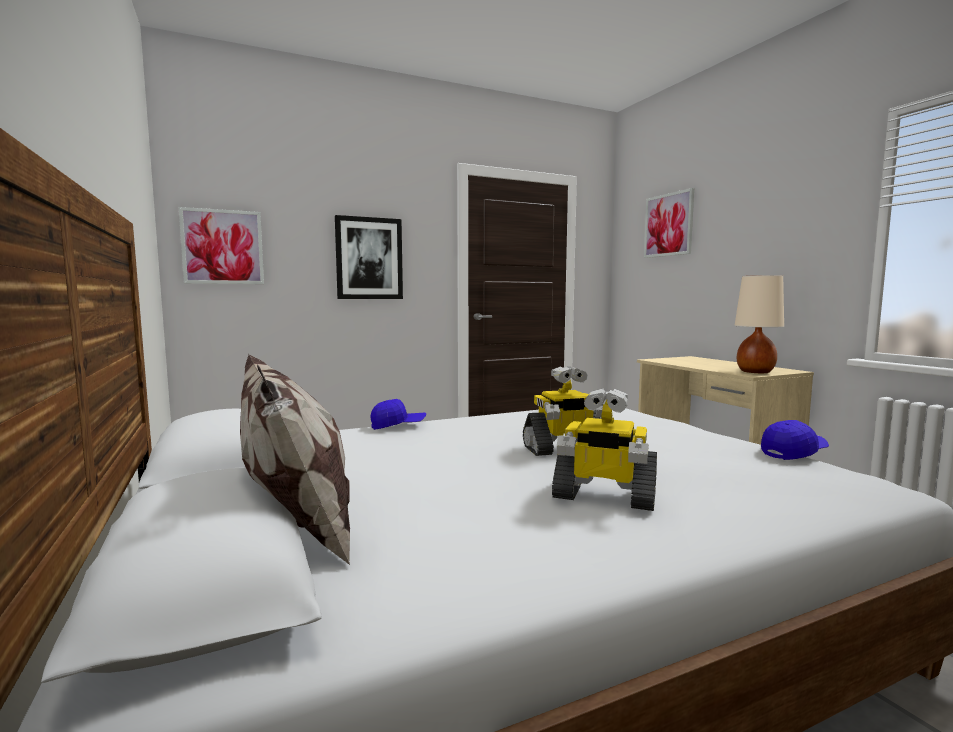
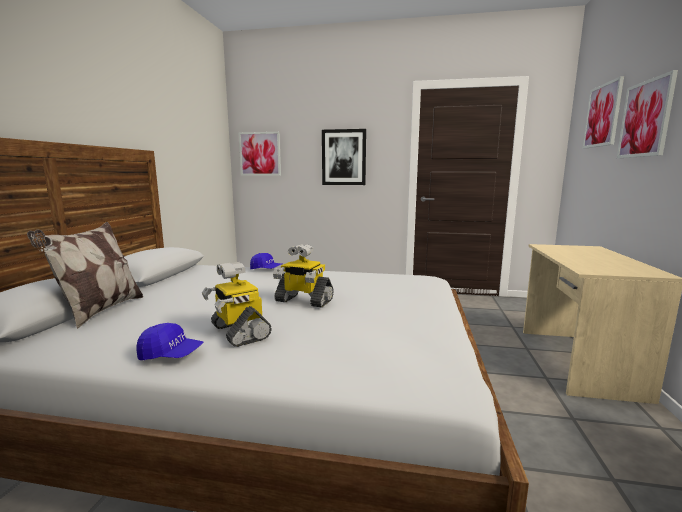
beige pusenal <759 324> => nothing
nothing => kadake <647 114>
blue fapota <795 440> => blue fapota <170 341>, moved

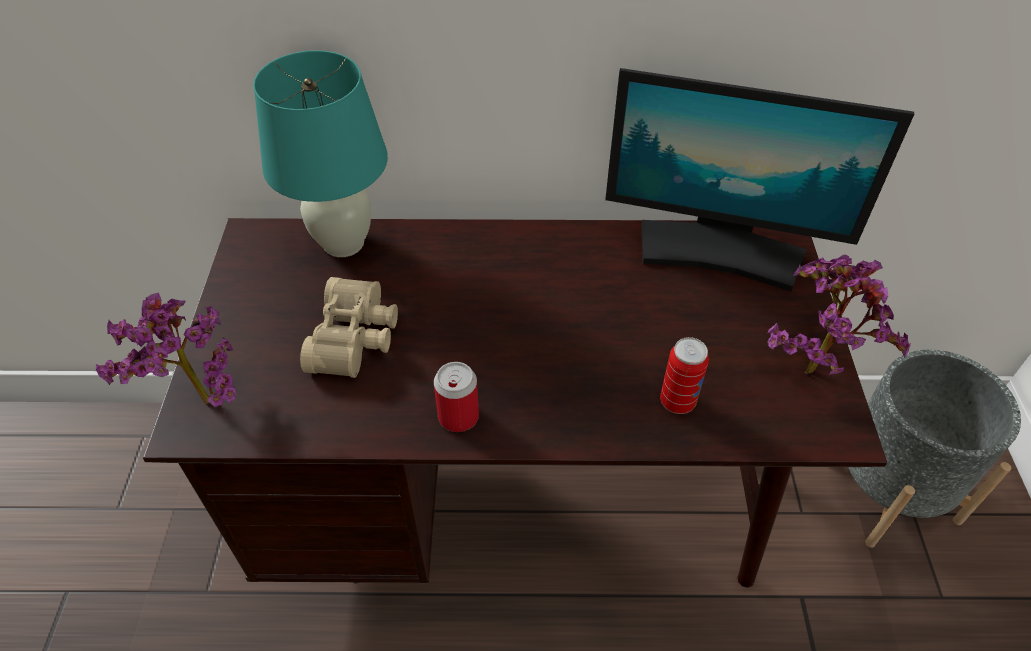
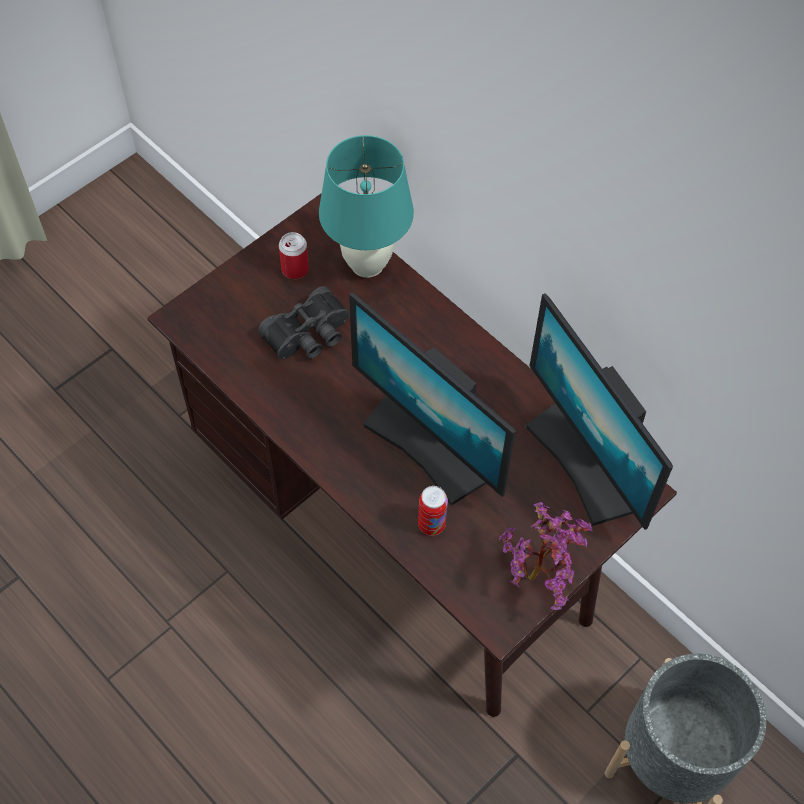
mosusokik <166 350> => nothing
nothing => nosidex <432 399>
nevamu <456 397> => nevamu <294 255>, moved
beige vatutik <349 327> => black vatutik <303 323>

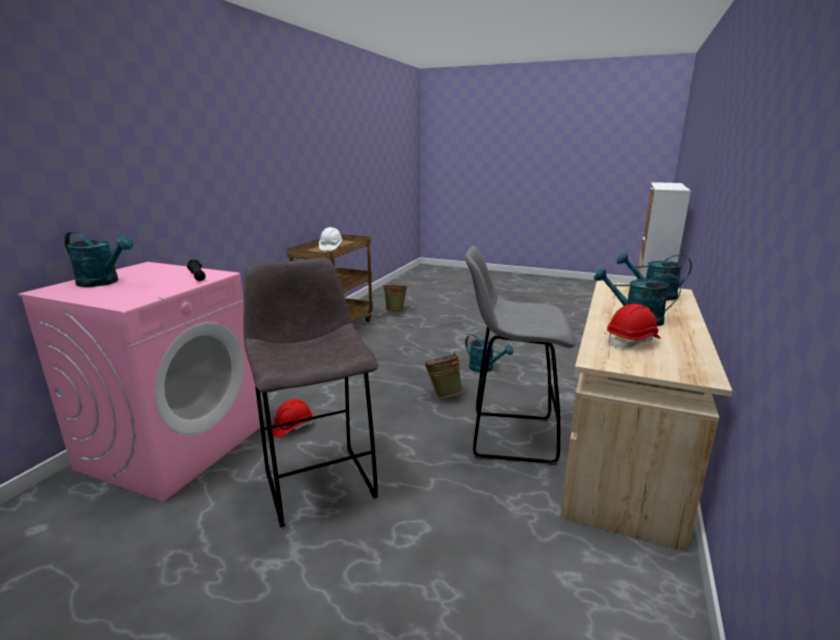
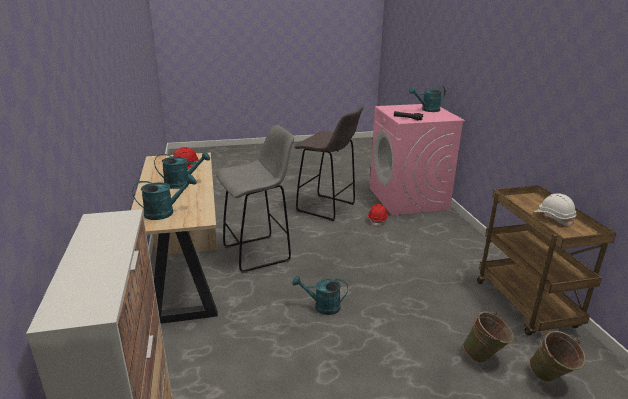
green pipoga <443 375> => green pipoga <488 337>, moved

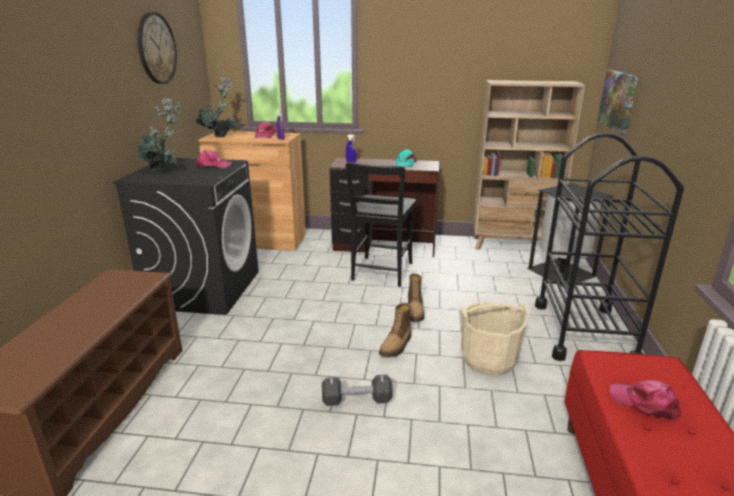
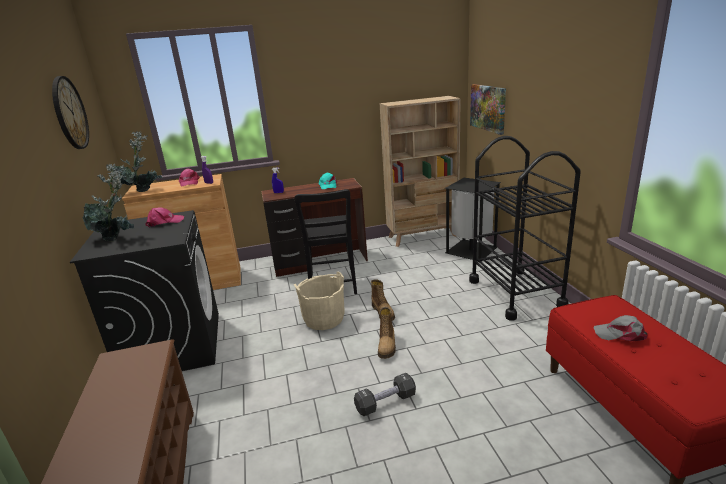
beige pipoga <494 339> => beige pipoga <319 301>, moved
pink fapota <645 399> => grey fapota <620 328>

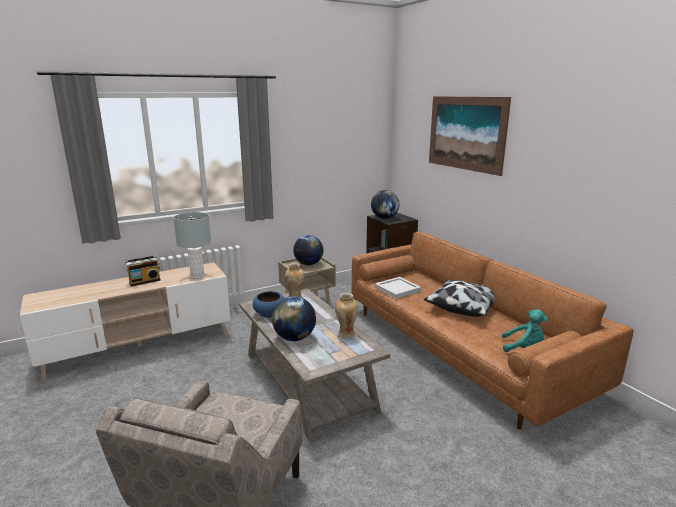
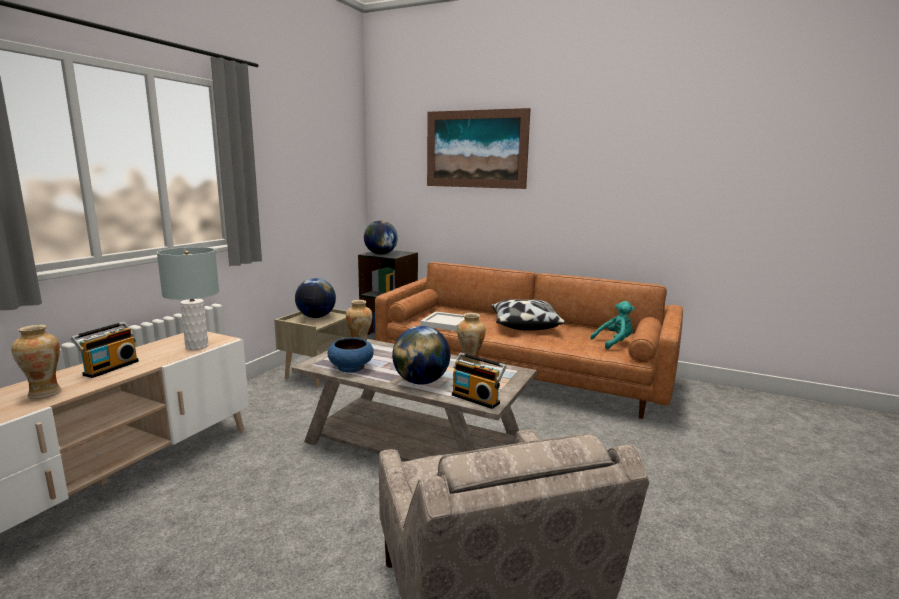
nothing => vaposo <36 362>
nothing => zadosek <479 381>

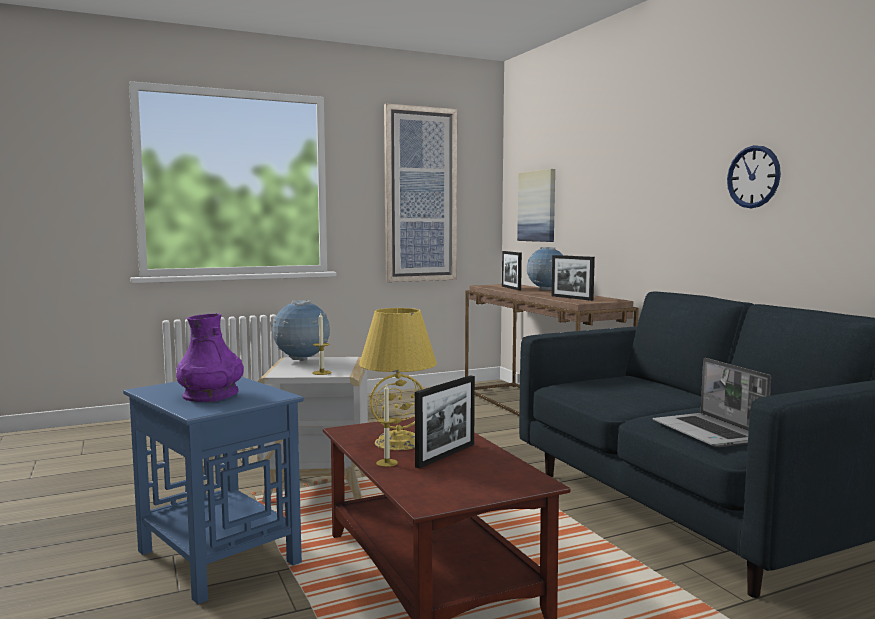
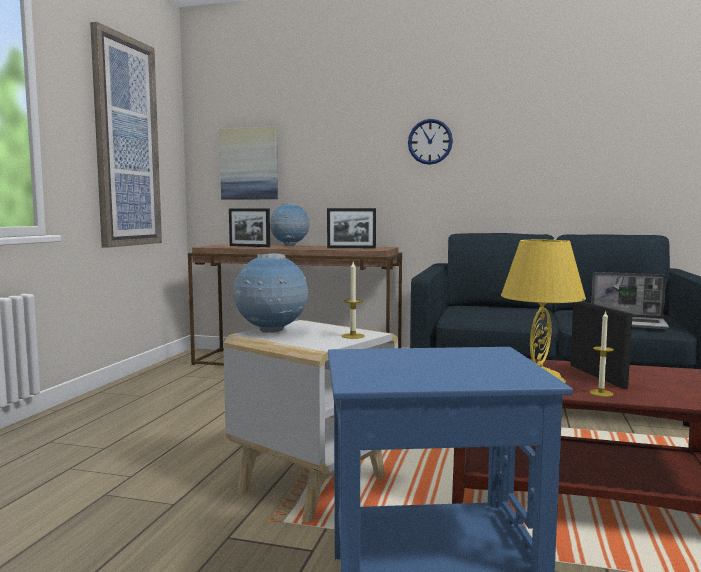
purple vaposo <210 357> => nothing
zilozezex <754 176> => zilozezex <430 142>, moved

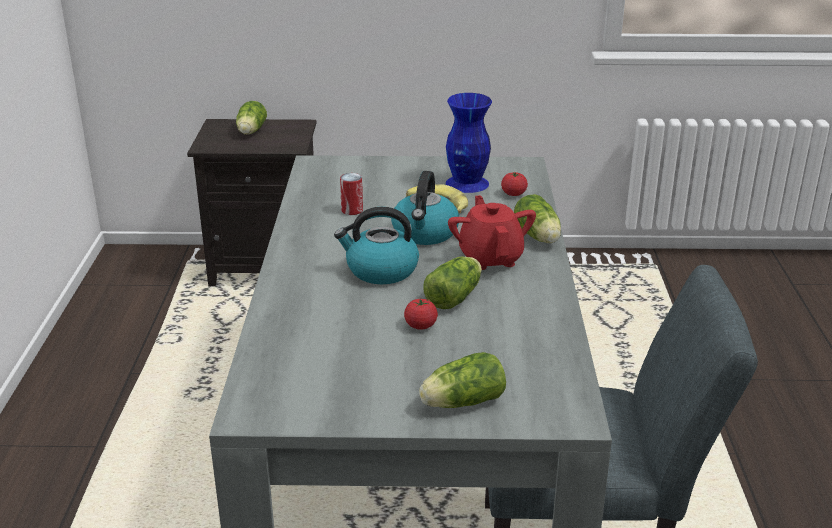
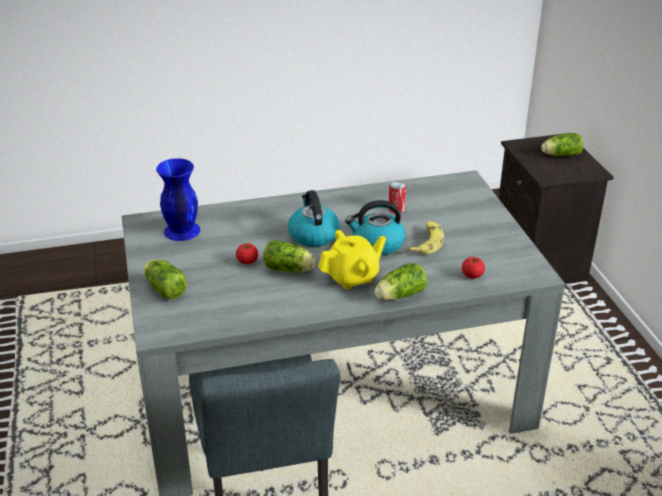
blue vaposo <469 143> => blue vaposo <178 199>, moved
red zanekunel <492 232> => yellow zanekunel <352 260>

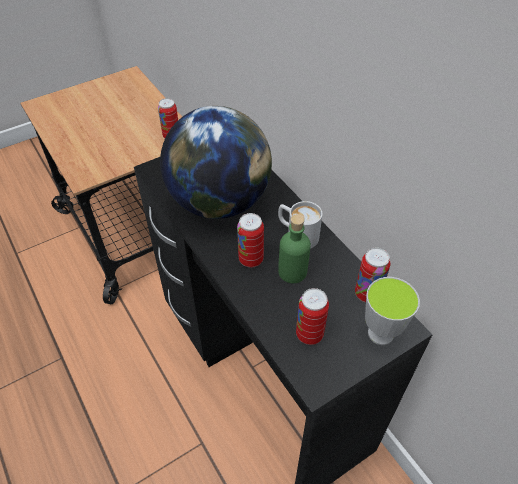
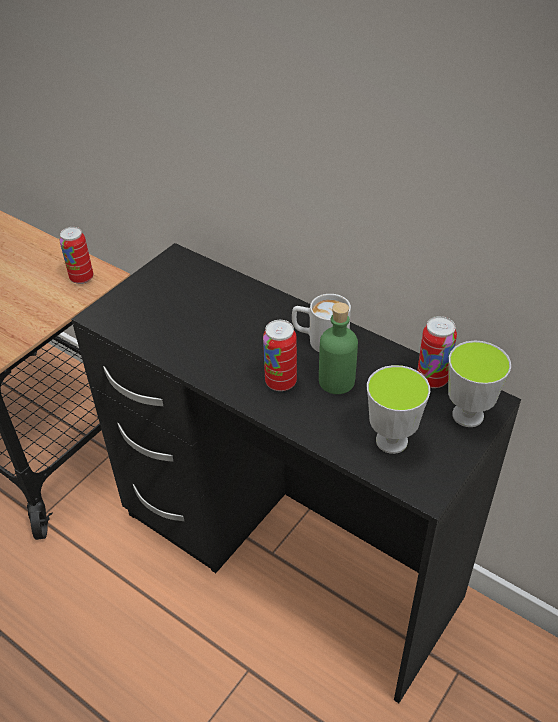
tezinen <216 162> => nothing
nevamu <312 316> => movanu <398 409>

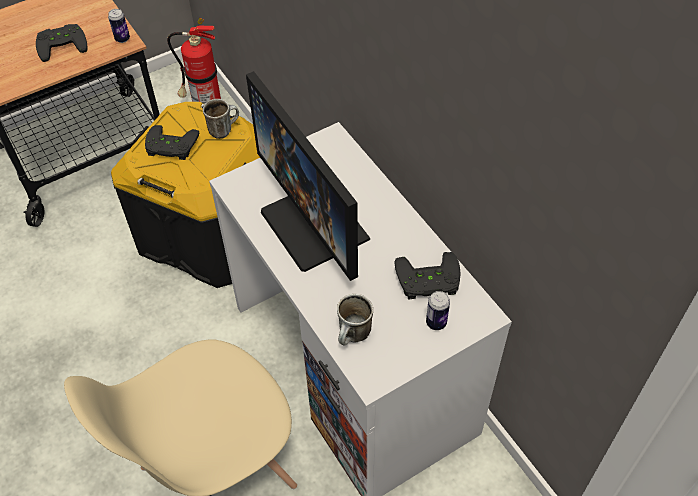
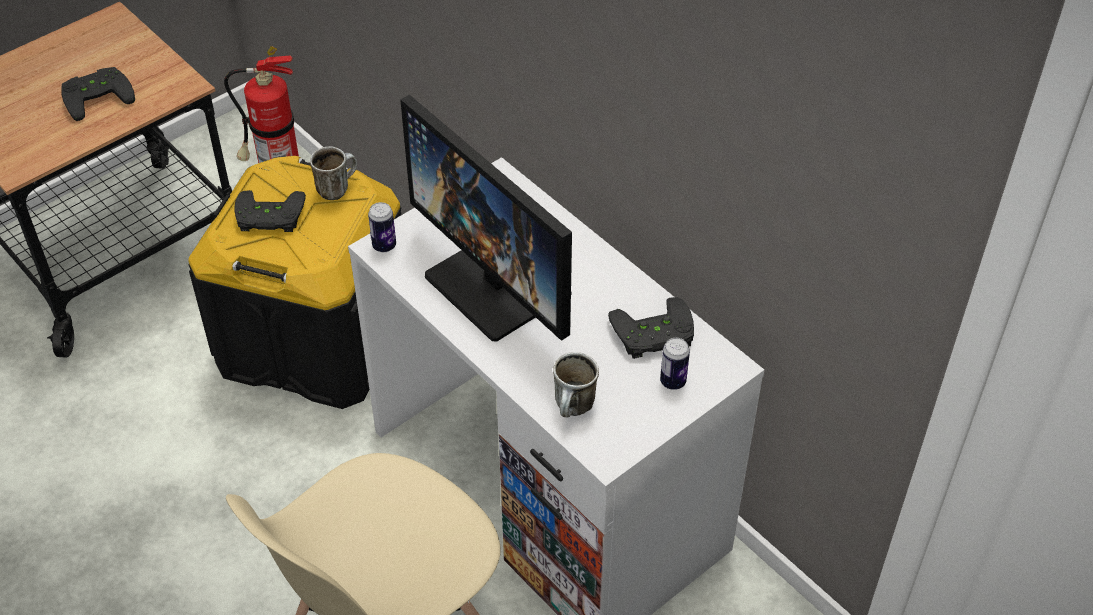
nevamu <119 26> => nevamu <382 227>, moved

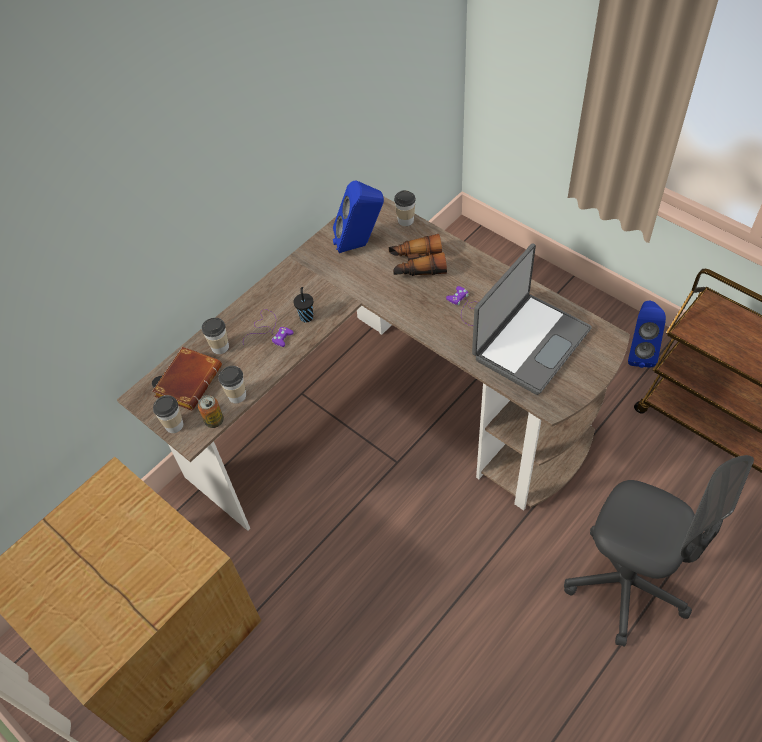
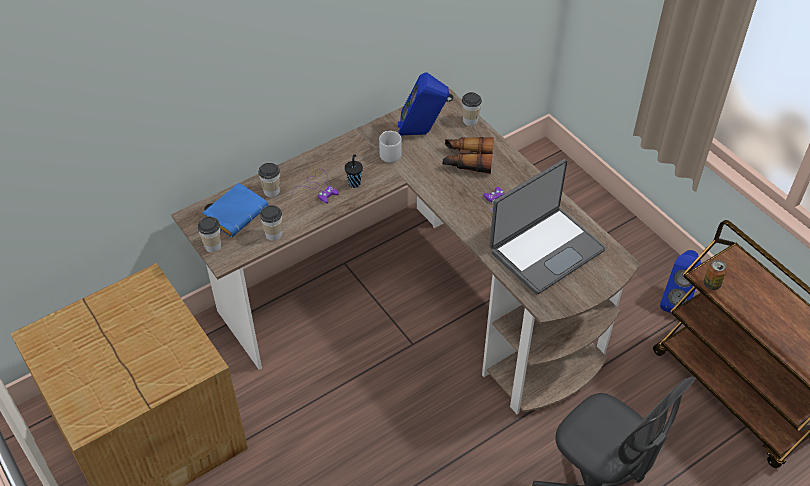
nothing => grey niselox <390 147>
nevamu <211 411> => nevamu <715 275>, moved
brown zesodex <187 378> => blue zesodex <235 210>

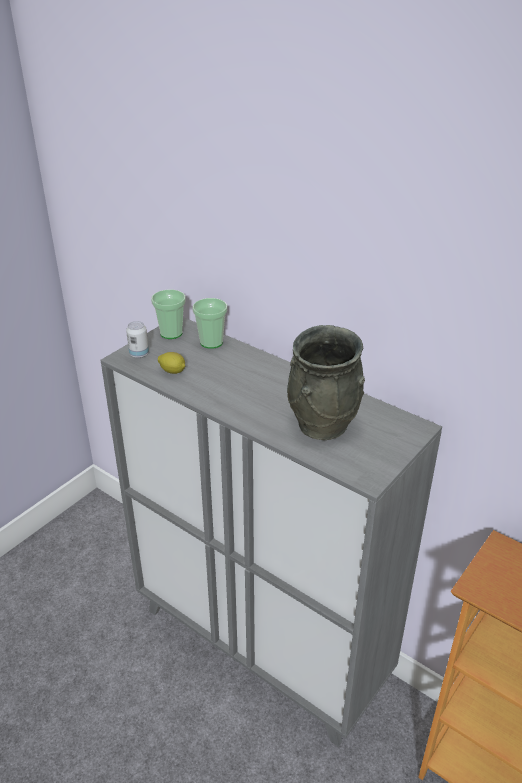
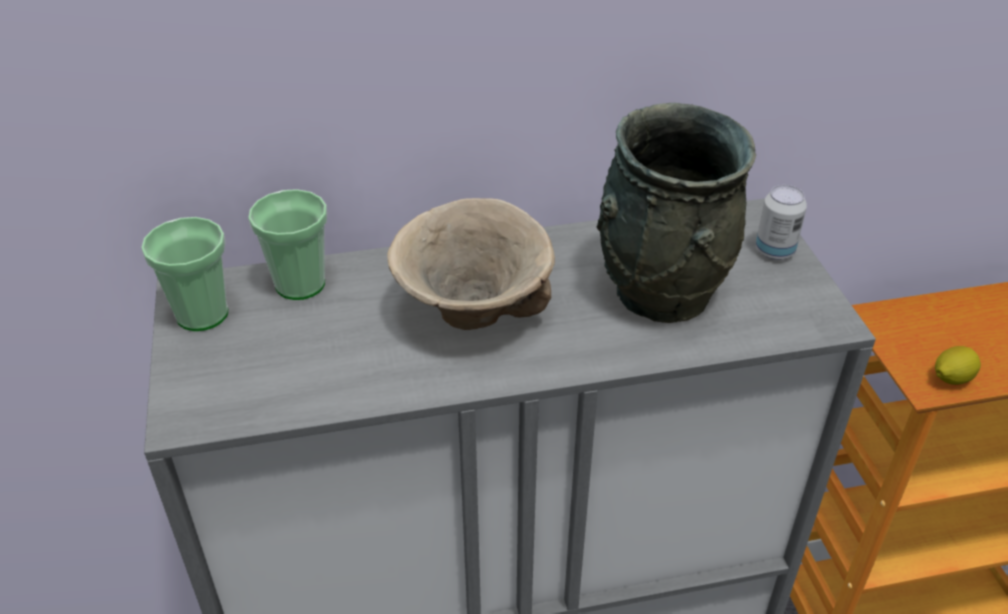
nothing => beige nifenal <471 264>
nevamu <137 339> => nevamu <781 222>, moved
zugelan <171 363> => zugelan <958 365>, moved

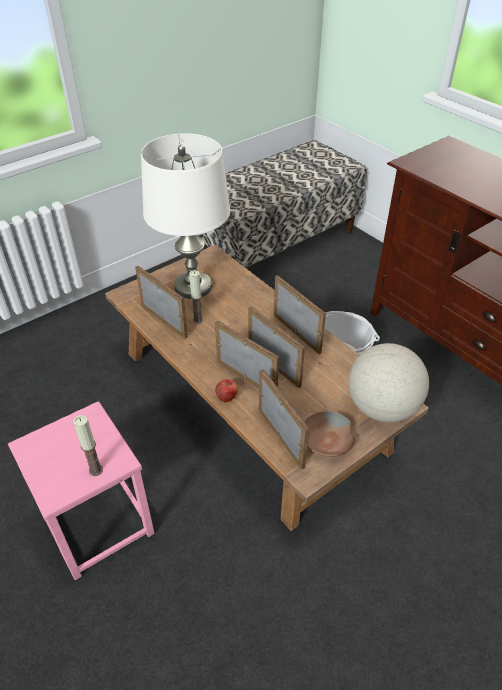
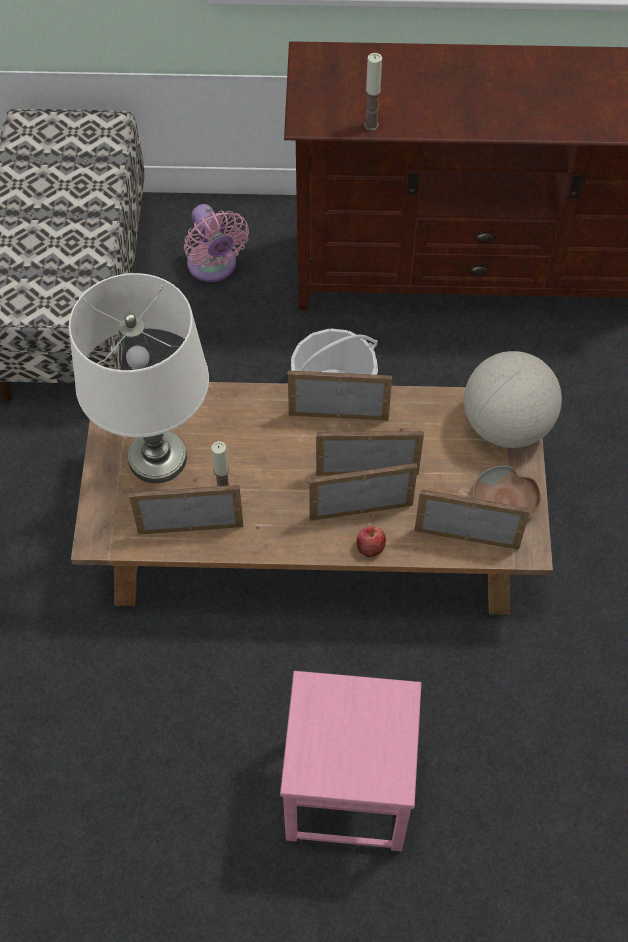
nothing => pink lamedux <216 243>
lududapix <88 445> => lududapix <373 92>, moved

